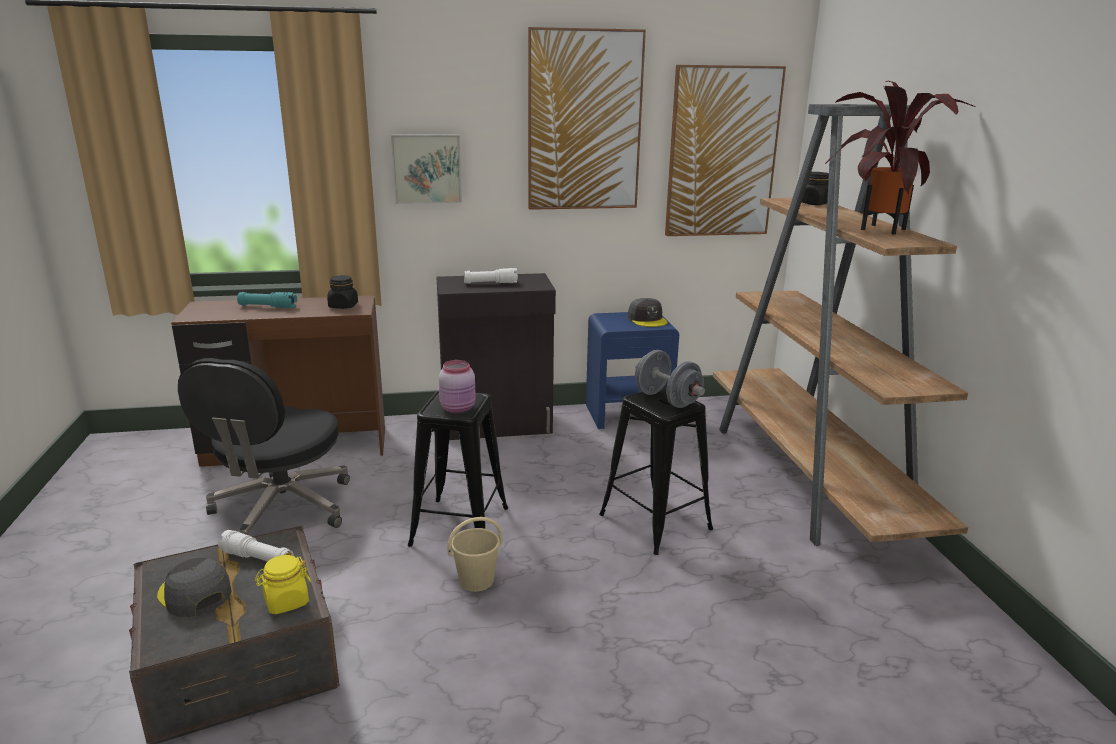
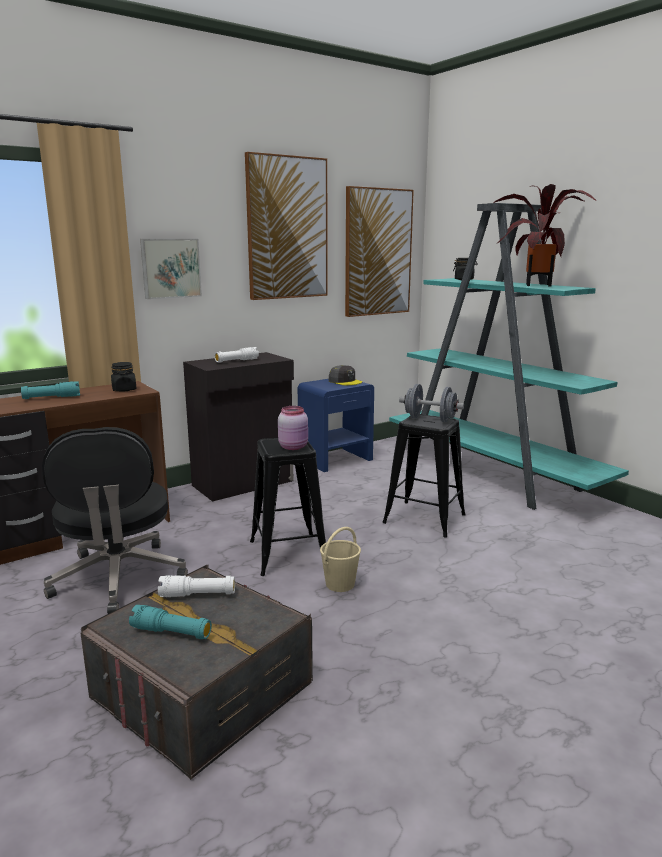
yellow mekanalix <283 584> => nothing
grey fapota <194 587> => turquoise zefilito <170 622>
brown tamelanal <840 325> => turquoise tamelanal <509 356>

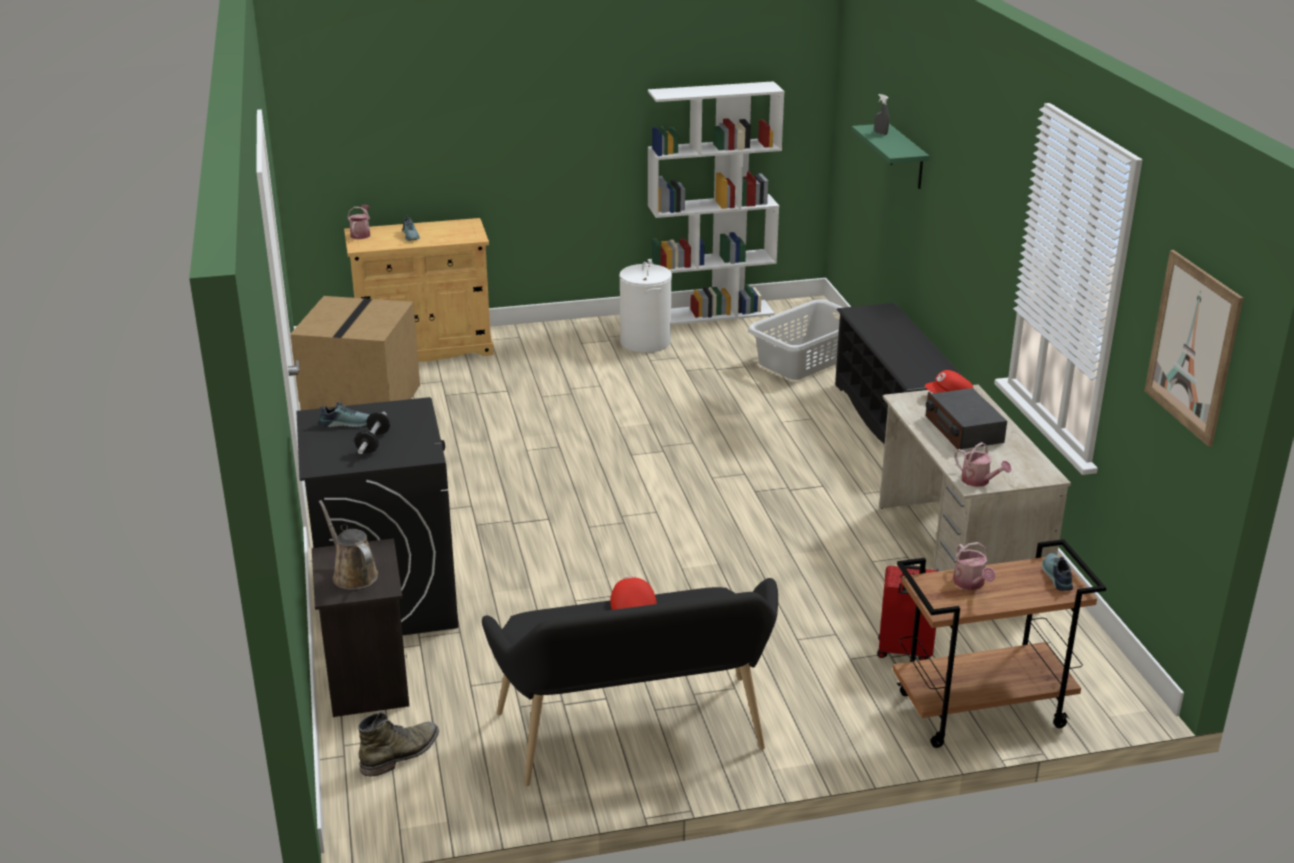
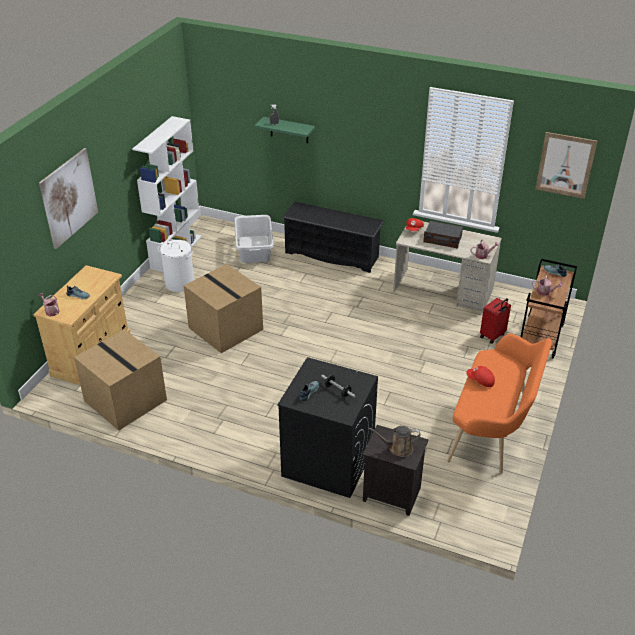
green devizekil <398 744> => nothing
nothing => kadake <68 198>
nothing => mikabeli <223 308>
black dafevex <630 682> => orange dafevex <499 404>

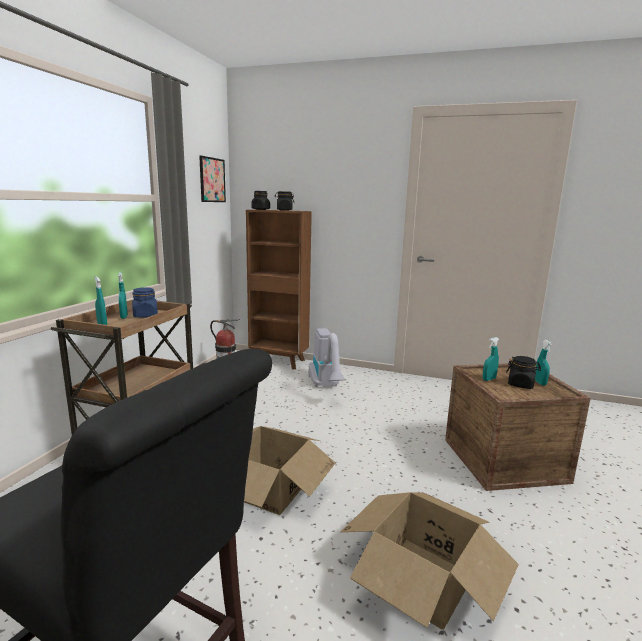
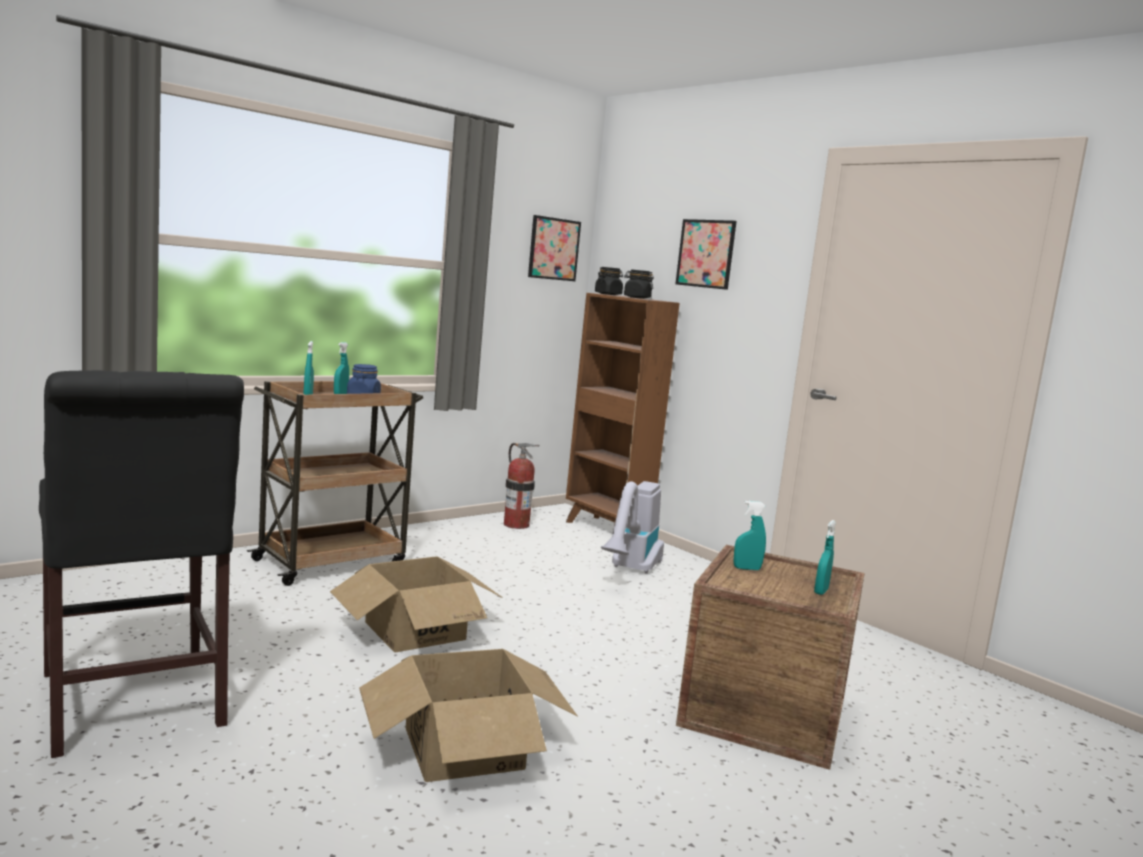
black mekanalix <523 372> => nothing
nothing => kadake <706 254>

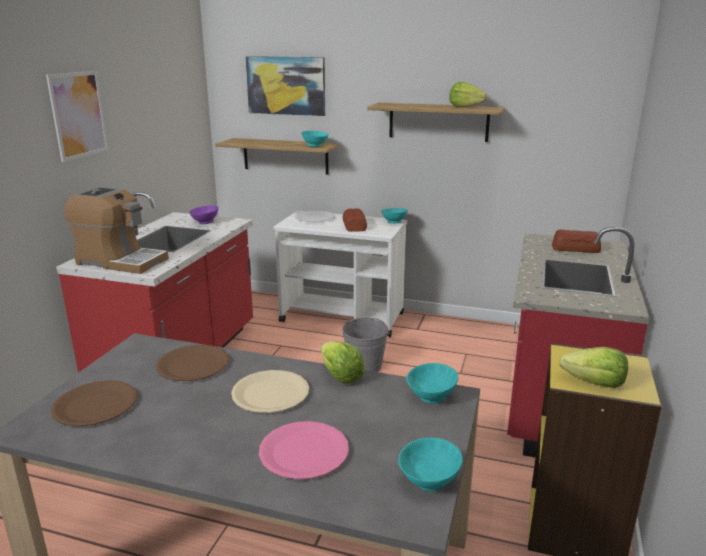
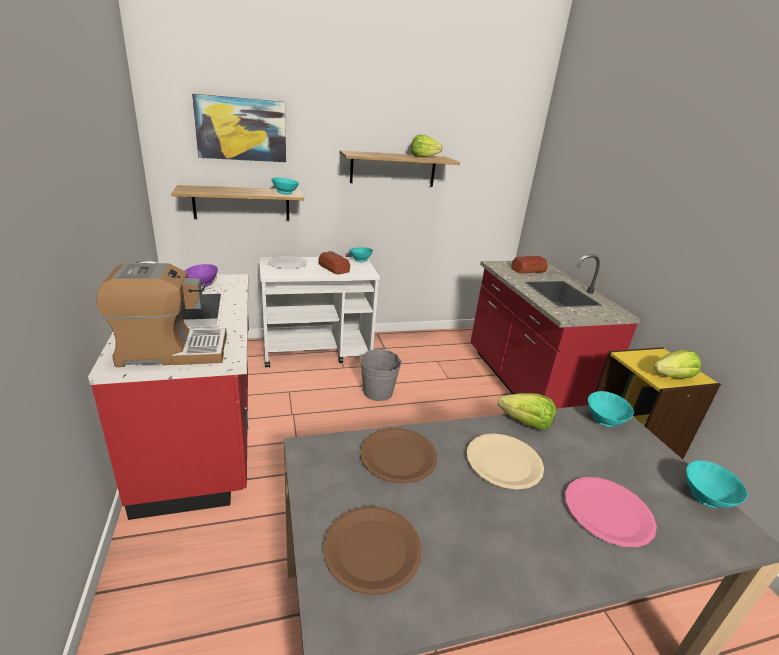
kadake <77 116> => nothing

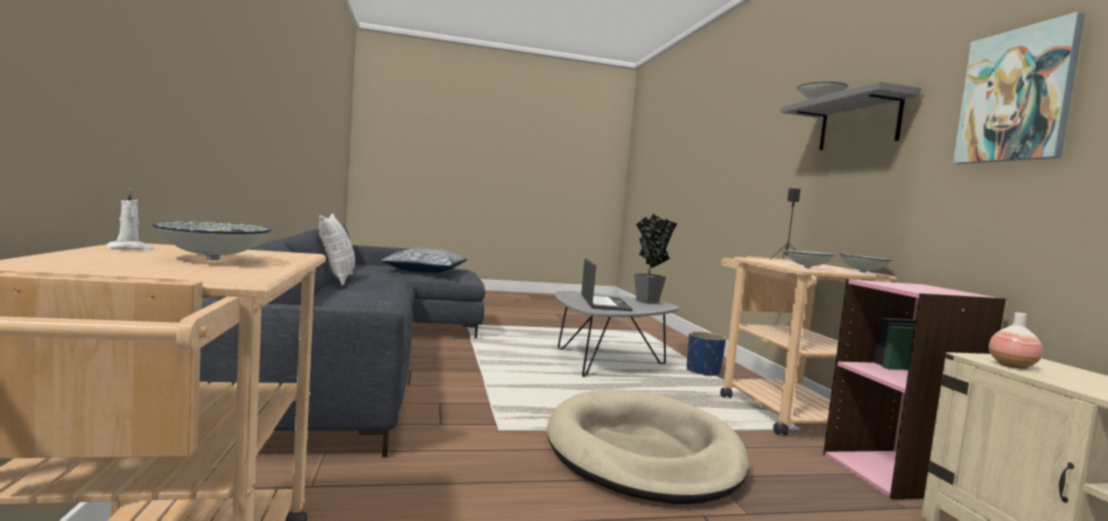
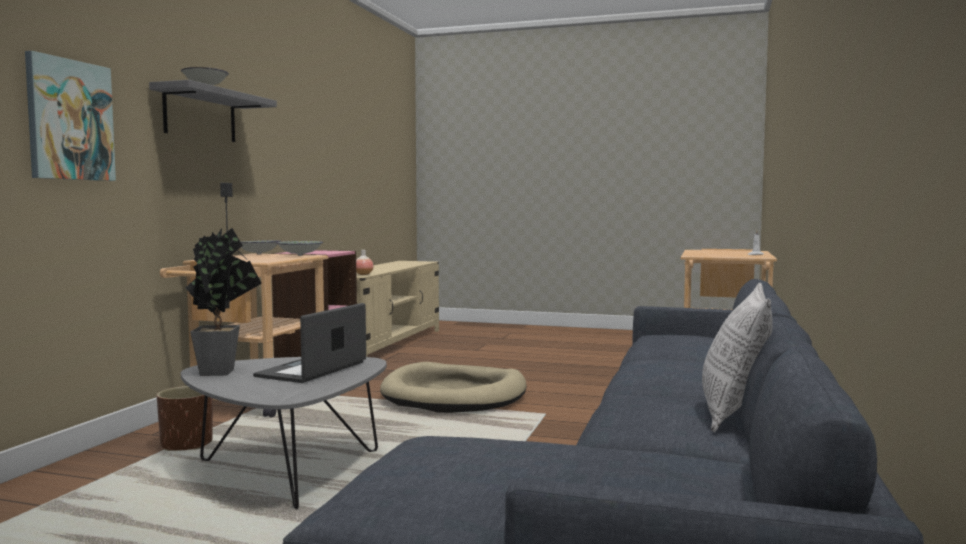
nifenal <212 240> => nothing
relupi <424 260> => nothing
kadake <1019 88> => kadake <70 116>, moved
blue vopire <706 353> => brown vopire <185 418>

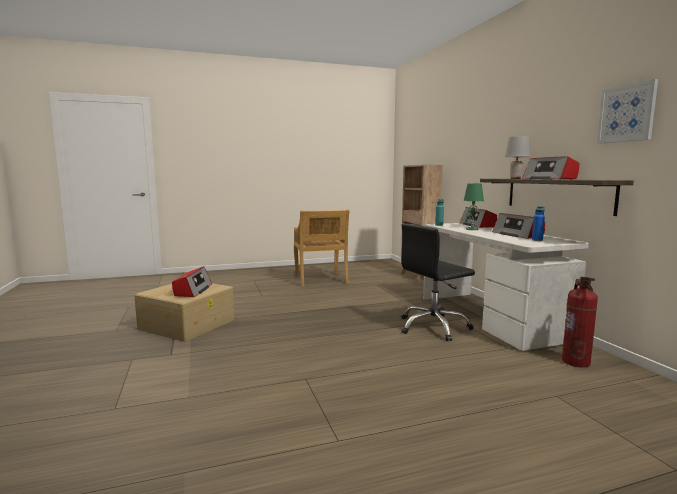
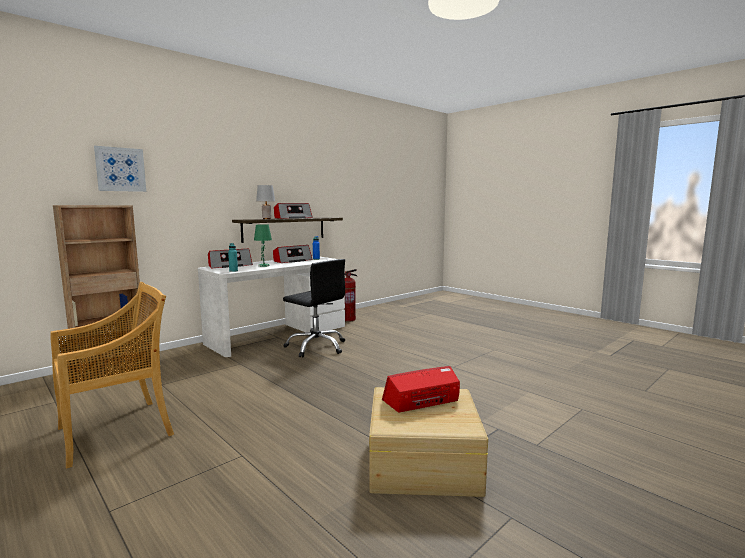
kadake <627 111> => kadake <120 169>, moved

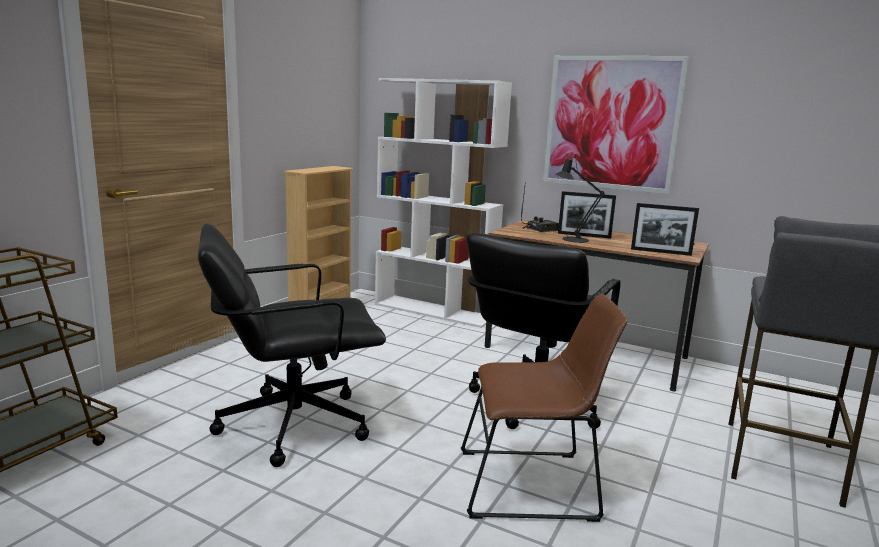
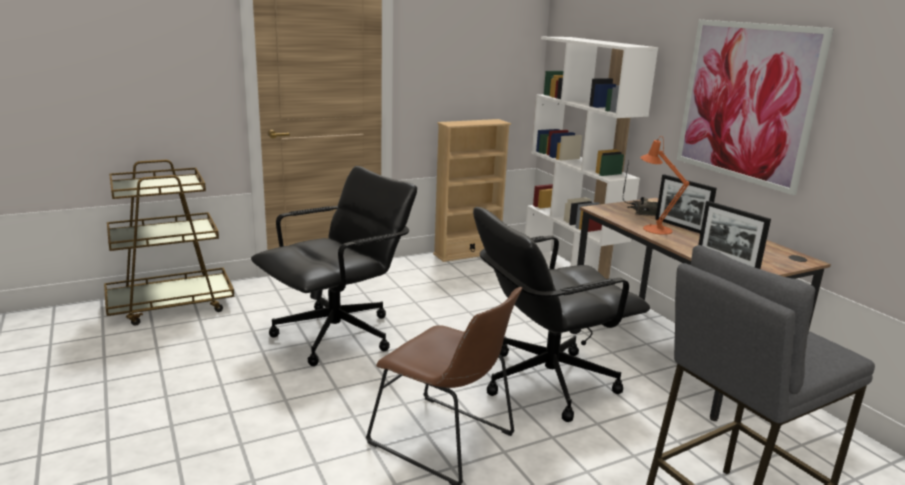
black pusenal <580 198> => orange pusenal <664 185>
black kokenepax <292 345> => black kokenepax <334 266>, 120 degrees clockwise

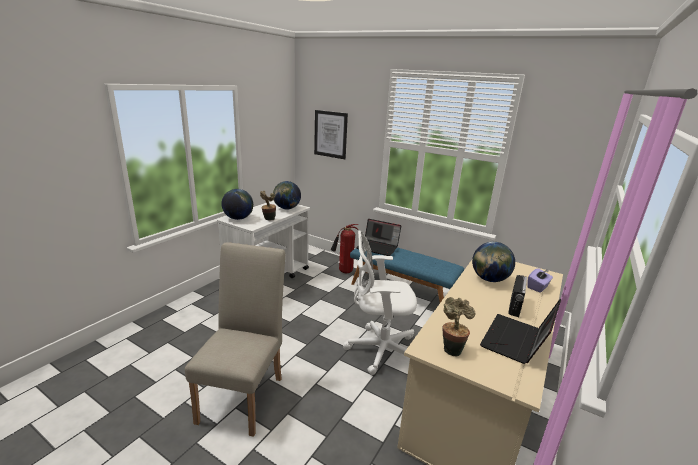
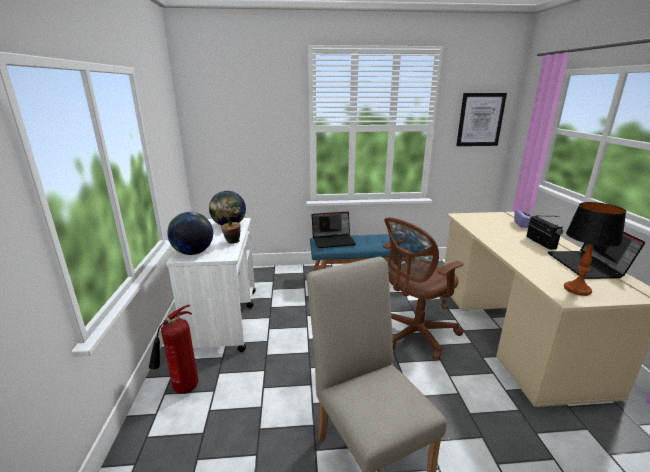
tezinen <493 262> => nothing
kadake <331 134> => kadake <481 119>, moved
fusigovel <344 249> => fusigovel <173 349>, moved
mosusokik <459 327> => pusenal <595 249>
white kokenepax <380 302> => brown kokenepax <423 288>

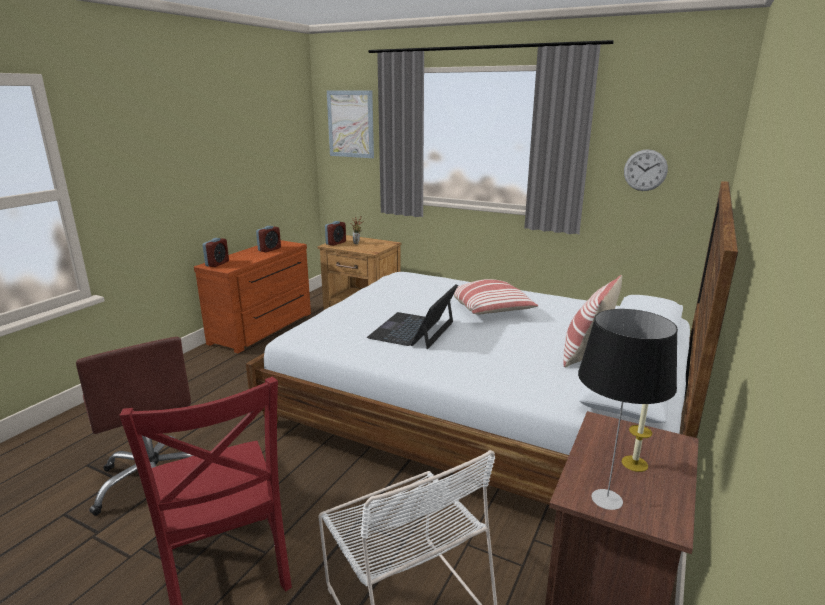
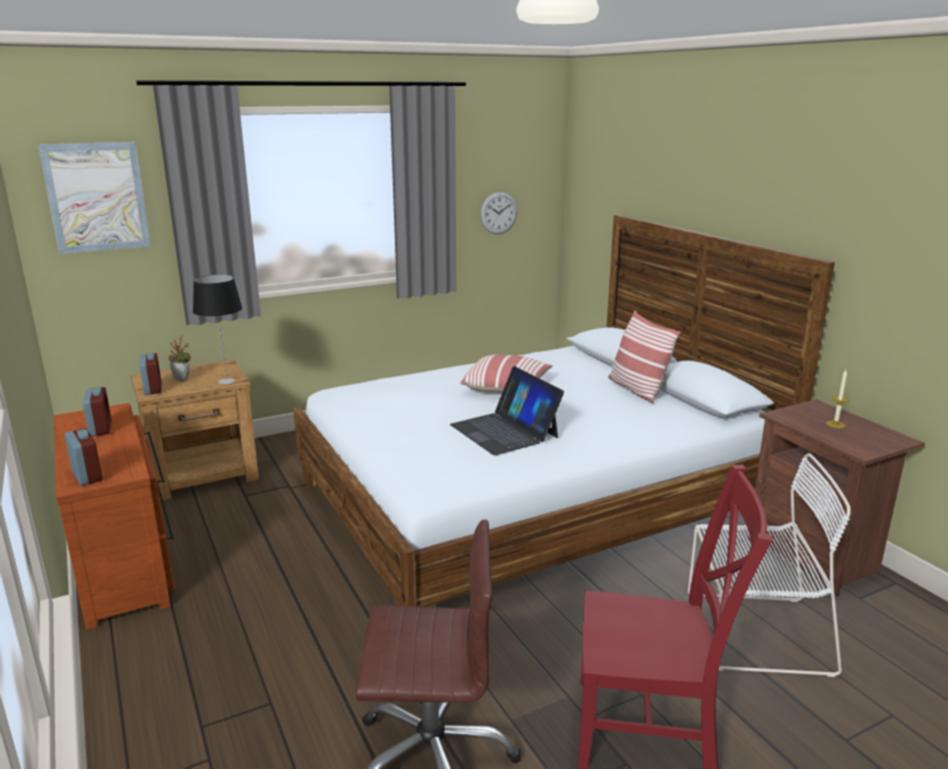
pusenal <628 409> => pusenal <217 329>, moved

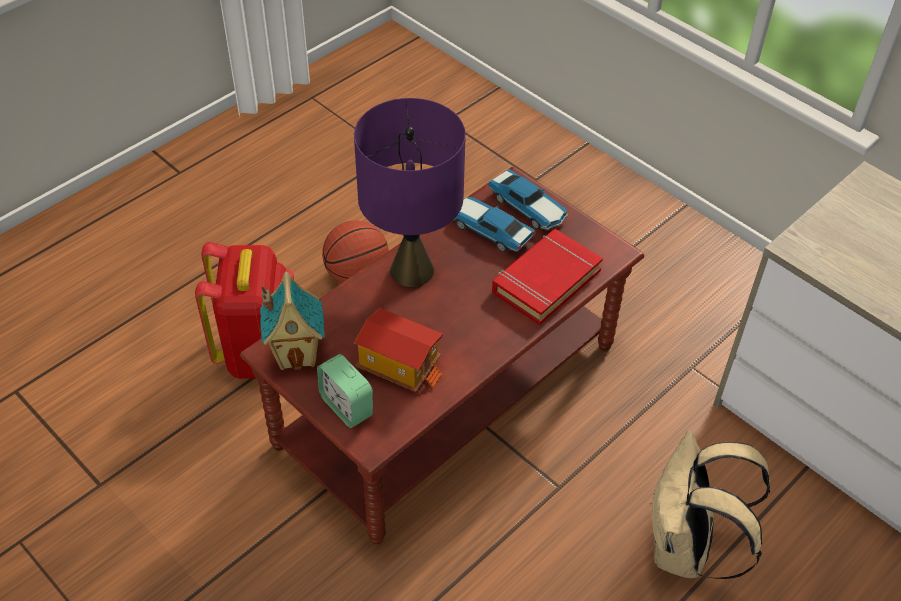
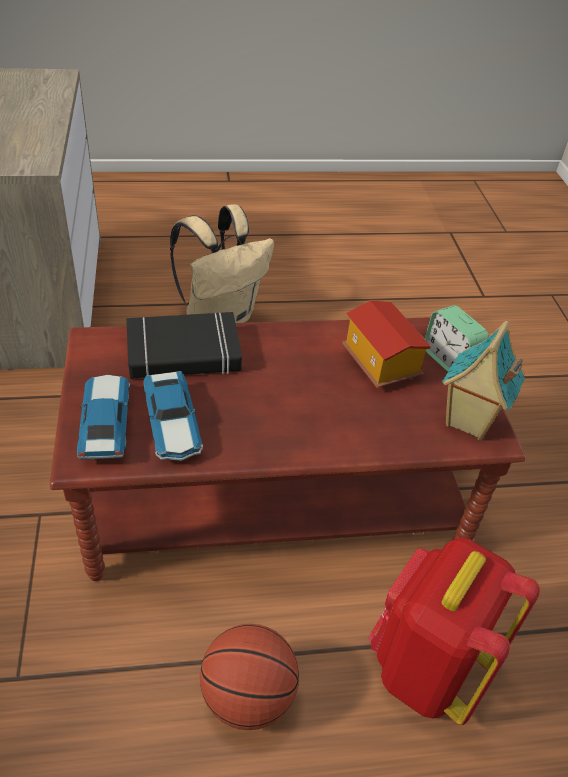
purple pusenal <410 192> => nothing
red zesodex <547 277> => black zesodex <184 345>
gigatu <345 391> => gigatu <456 338>, 150 degrees clockwise

